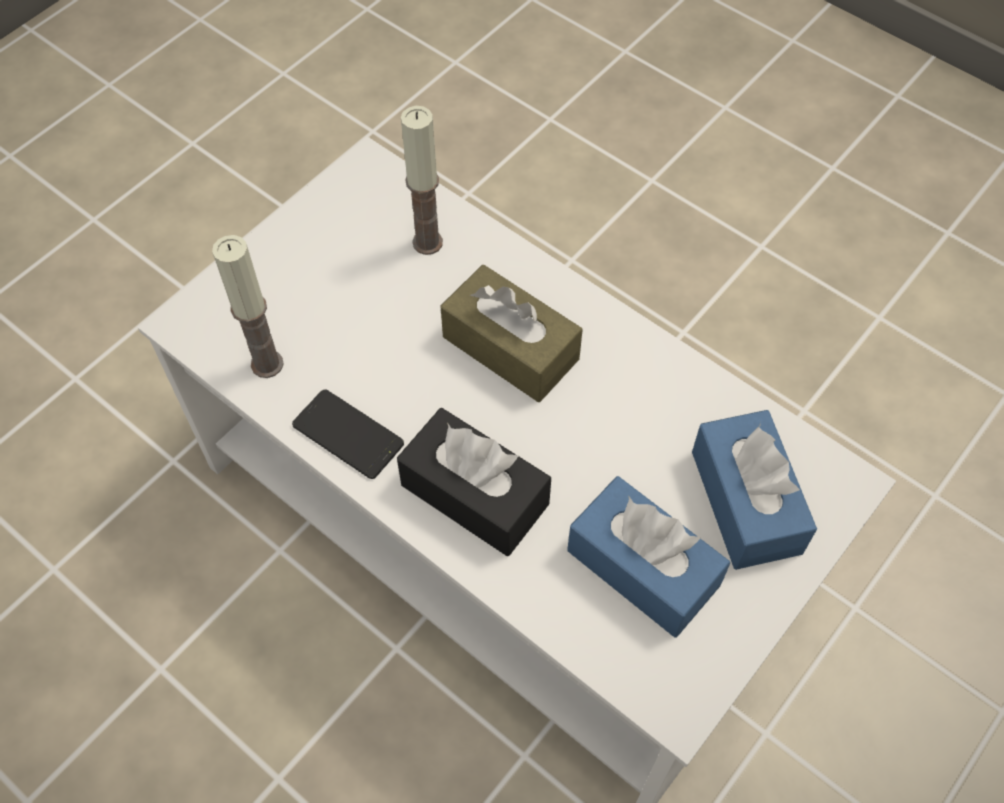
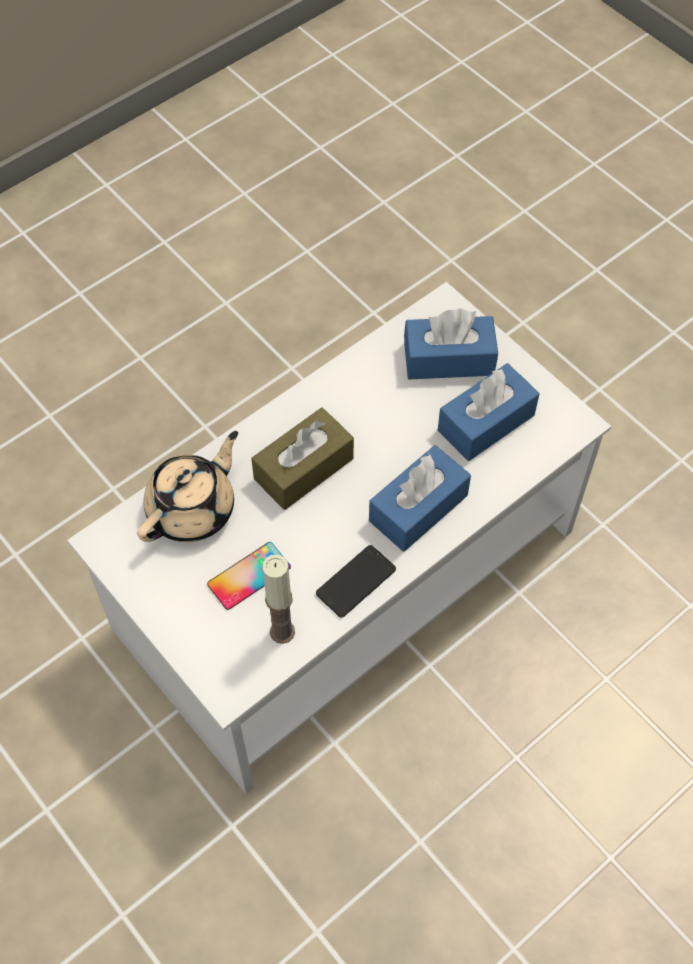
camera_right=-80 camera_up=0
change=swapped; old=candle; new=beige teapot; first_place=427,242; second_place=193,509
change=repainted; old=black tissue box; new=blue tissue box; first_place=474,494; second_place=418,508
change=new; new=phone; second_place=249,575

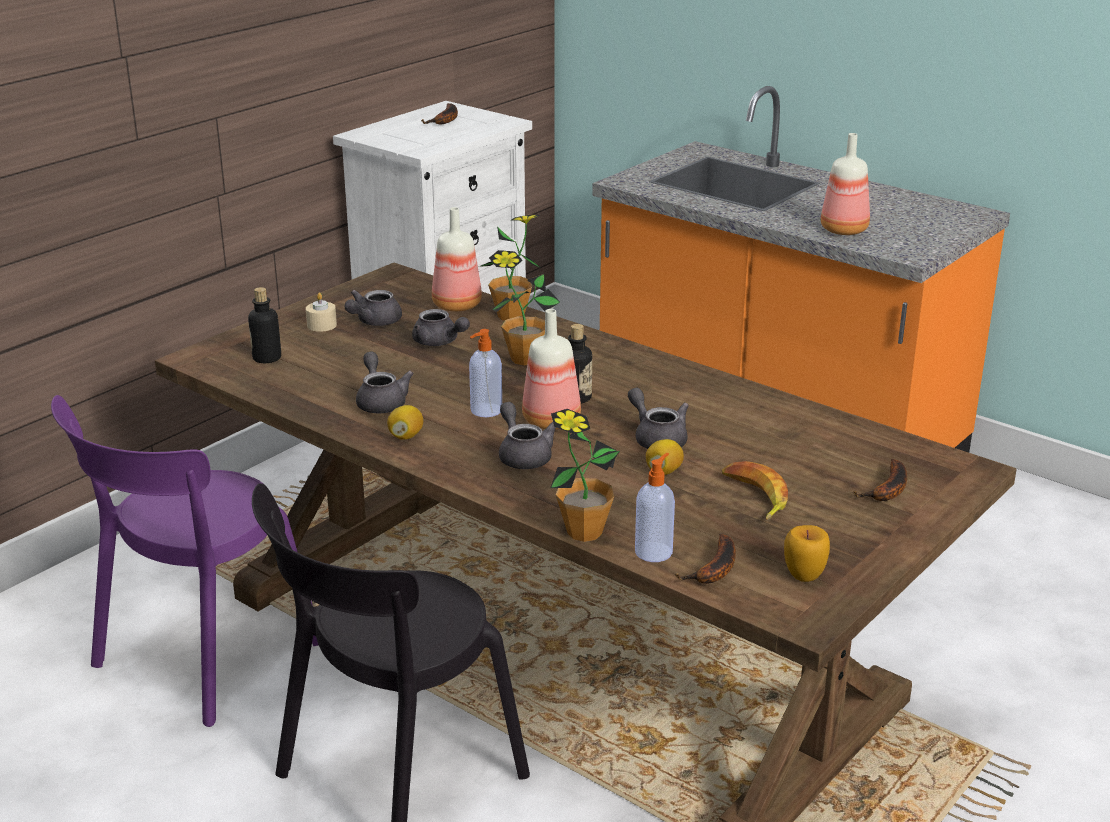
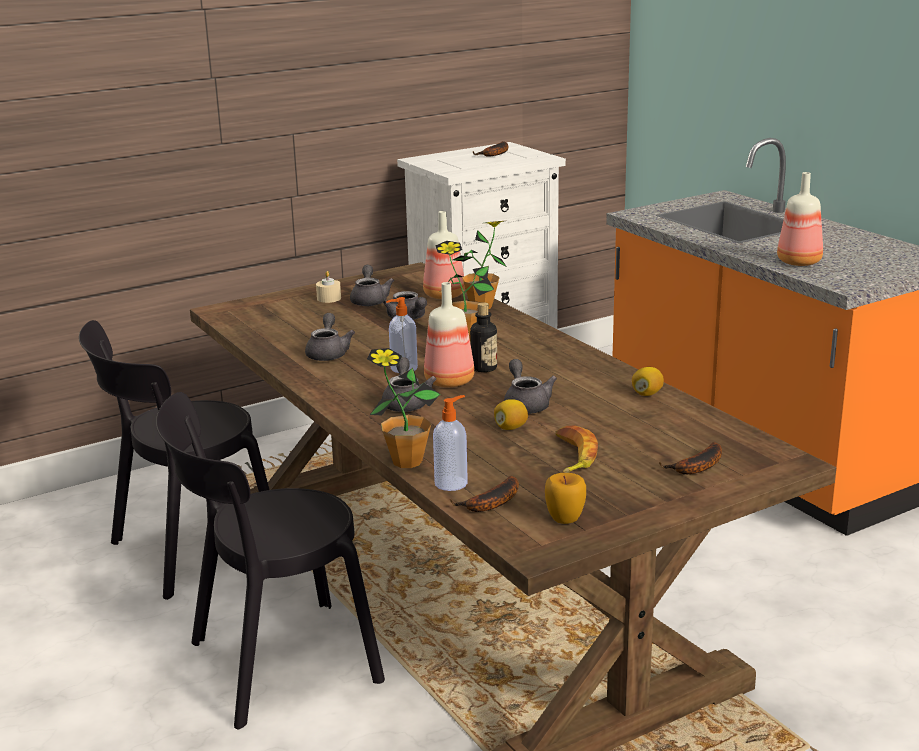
camera_right=20 camera_up=-5
change=gone; old=bottle; first_place=267,358
change=rotated; old=grey teapot; first_place=373,322; second_place=370,300; degrees=120
change=repainted; old=purple chair; new=black chair; first_place=200,659; second_place=189,551
change=shifted; old=lemon; first_place=406,436; second_place=647,394

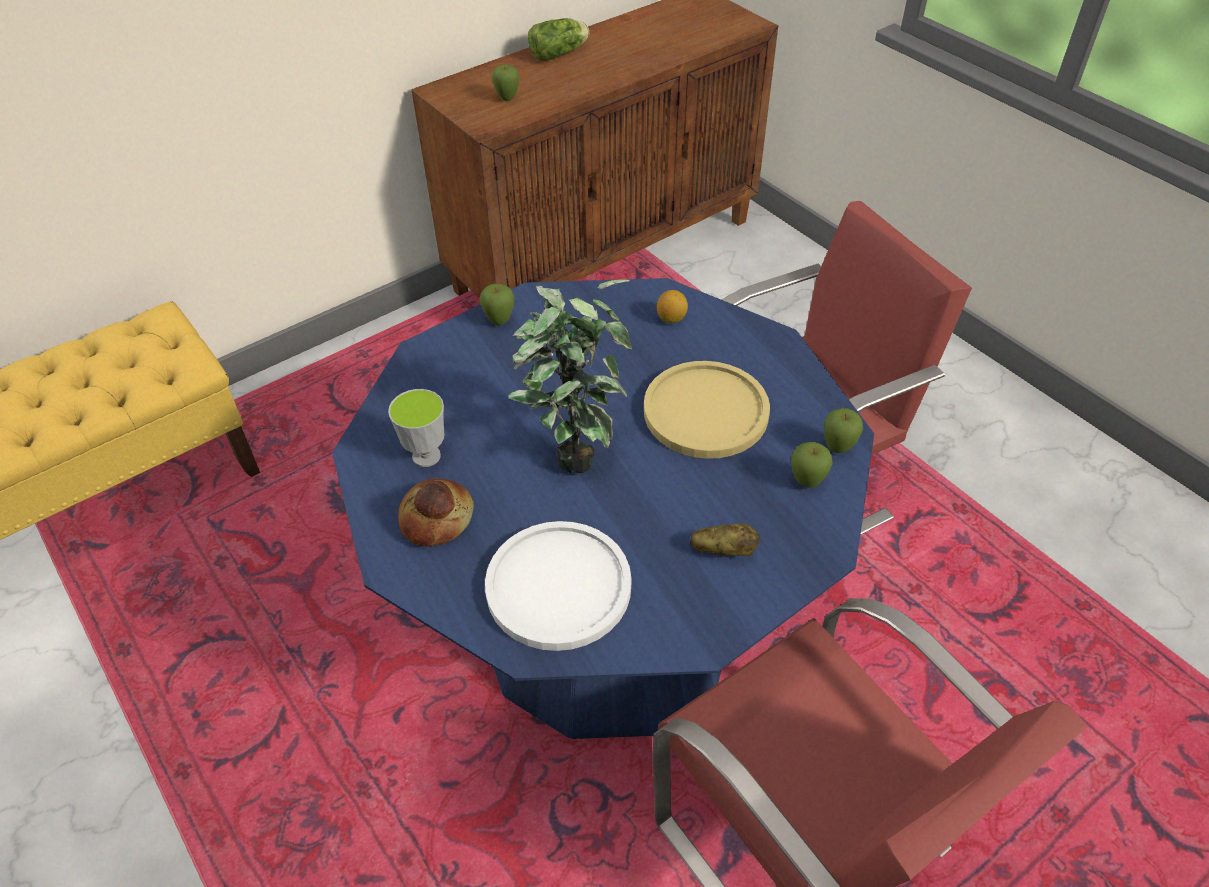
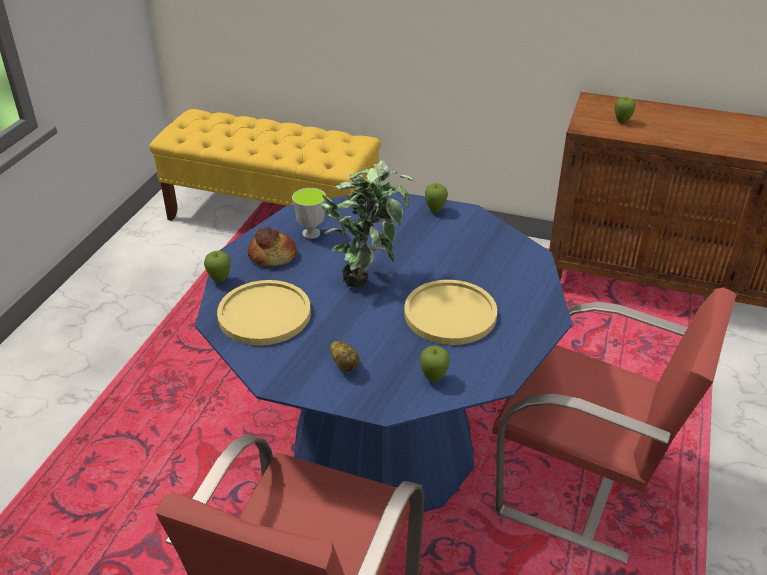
camera_right=55 camera_up=-10
change=gone; old=lettuce; first_place=560,53
change=gone; old=lemon; first_place=671,318
change=shifted; old=apple; first_place=837,449; second_place=220,280
change=repainted; old=white plate; new=yellow plate; first_place=558,586; second_place=264,314

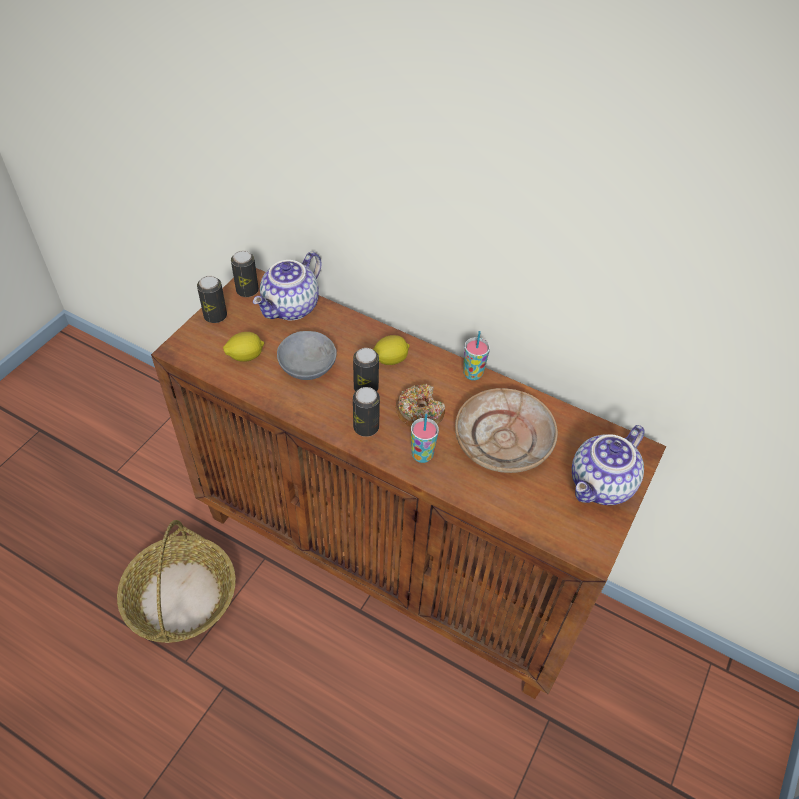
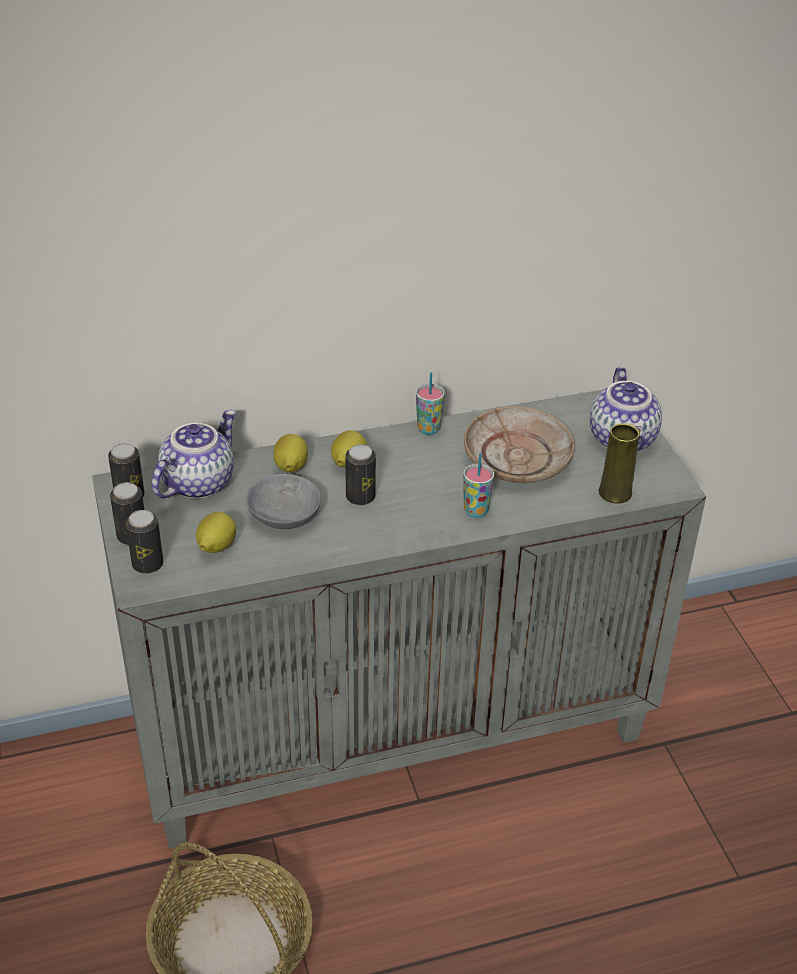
camera_right=-45 camera_up=-10
change=rotated; old=teapot; first_place=291,308; second_place=197,482; degrees=-135
change=repainted; old=brown cabinet; new=grey cabinet; first_place=394,558; second_place=394,732
change=gone; old=donut; first_place=419,412
change=shifted; old=can; first_place=366,427; second_place=147,564
change=new; new=yellow vase; second_place=615,493
change=new; new=lemon; second_place=290,467

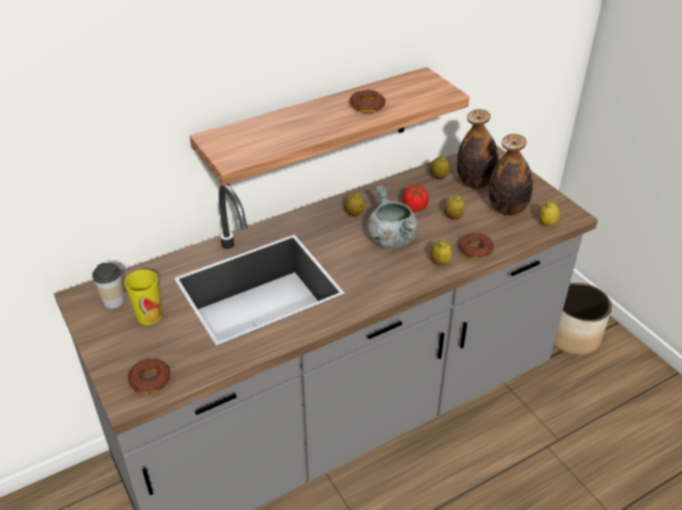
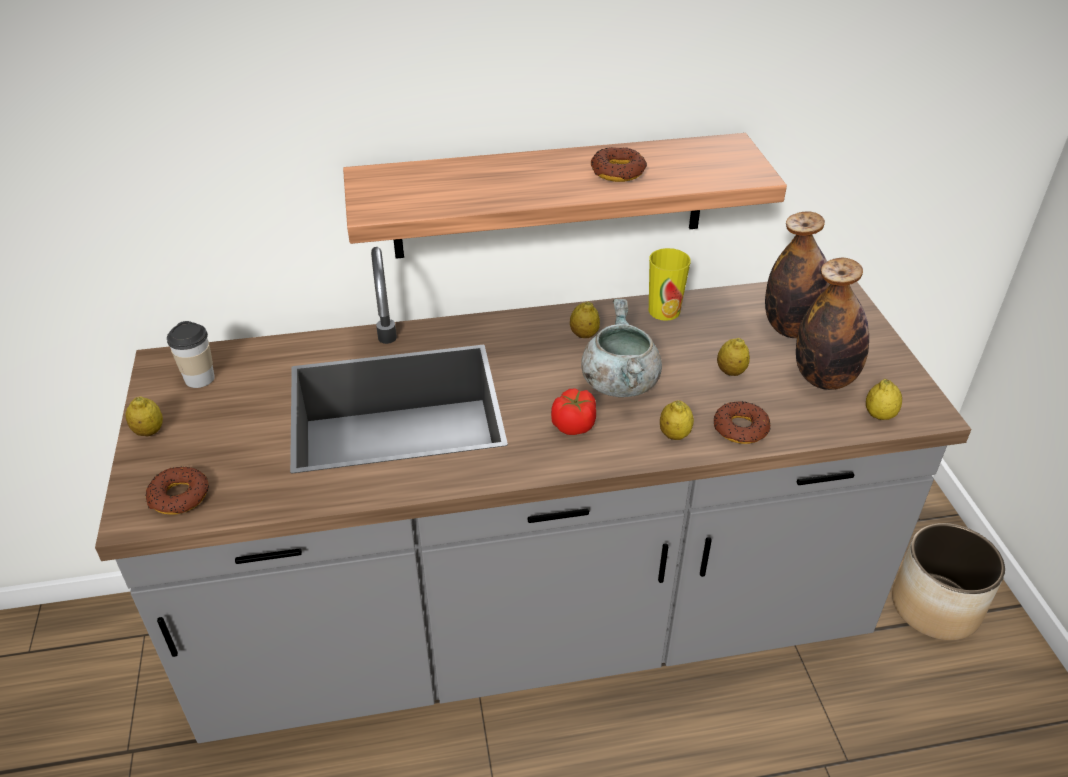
camera_right=20 camera_up=0
change=shifted; old=lemon; first_place=438,177; second_place=149,431
change=shifted; old=tomato; first_place=414,206; second_place=574,425
change=shifted; old=cup; first_place=149,316; second_place=664,311

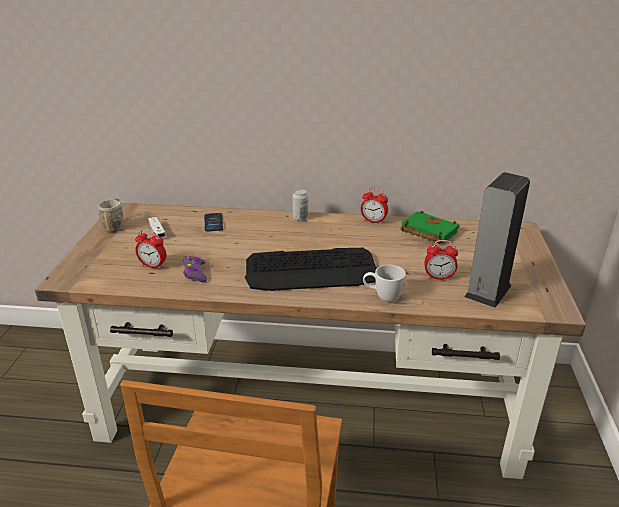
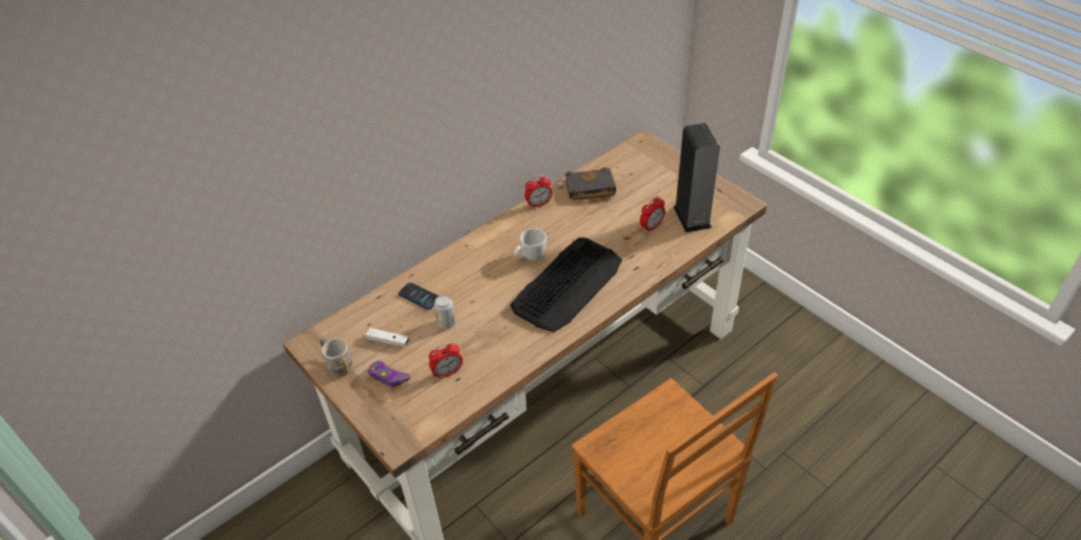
camera_right=-45 camera_up=15
change=shifted; old=can; first_place=300,218; second_place=446,323
change=repainted; old=green book; new=black book; first_place=427,232; second_place=589,189
change=shifted; old=purple game controller; first_place=195,273; second_place=388,377
change=shifted; old=white mug; first_place=382,297; second_place=530,258

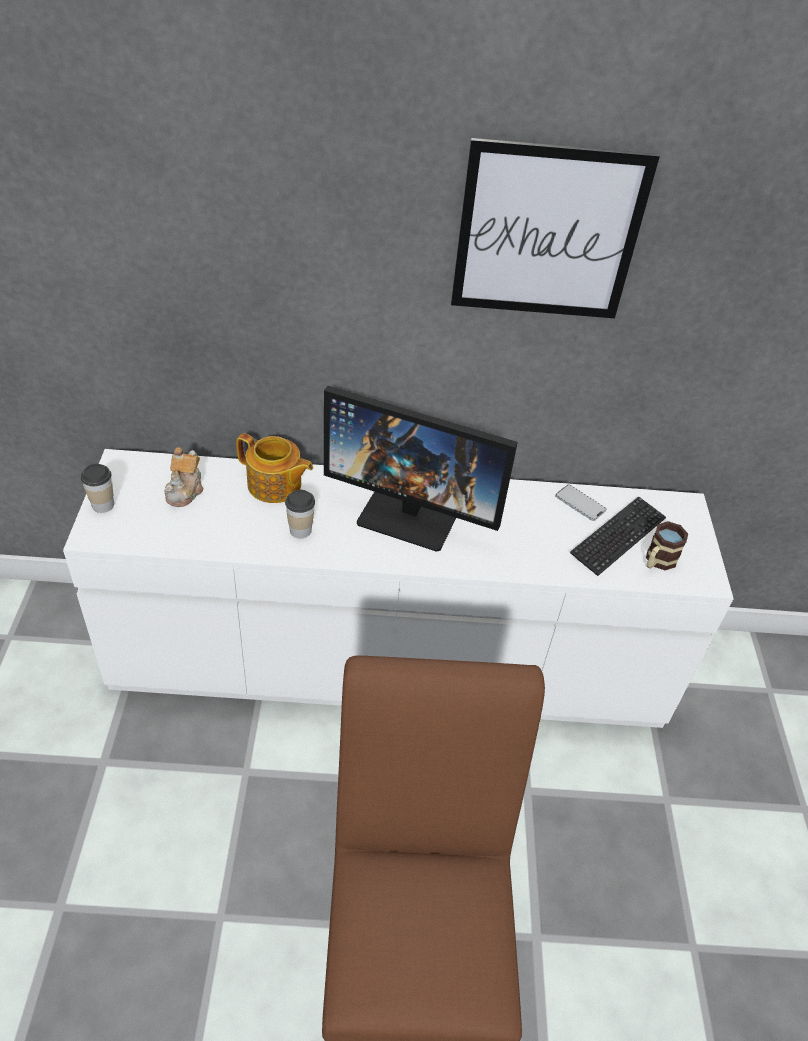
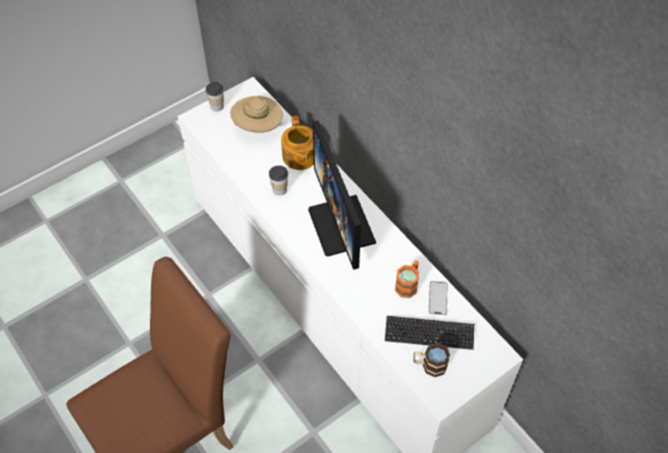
camera_right=55 camera_up=10
change=gone; old=picture; first_place=547,233
change=swapped; old=teapot; new=beige hat; first_place=185,491; second_place=258,127
change=new; new=orange mug; second_place=408,284

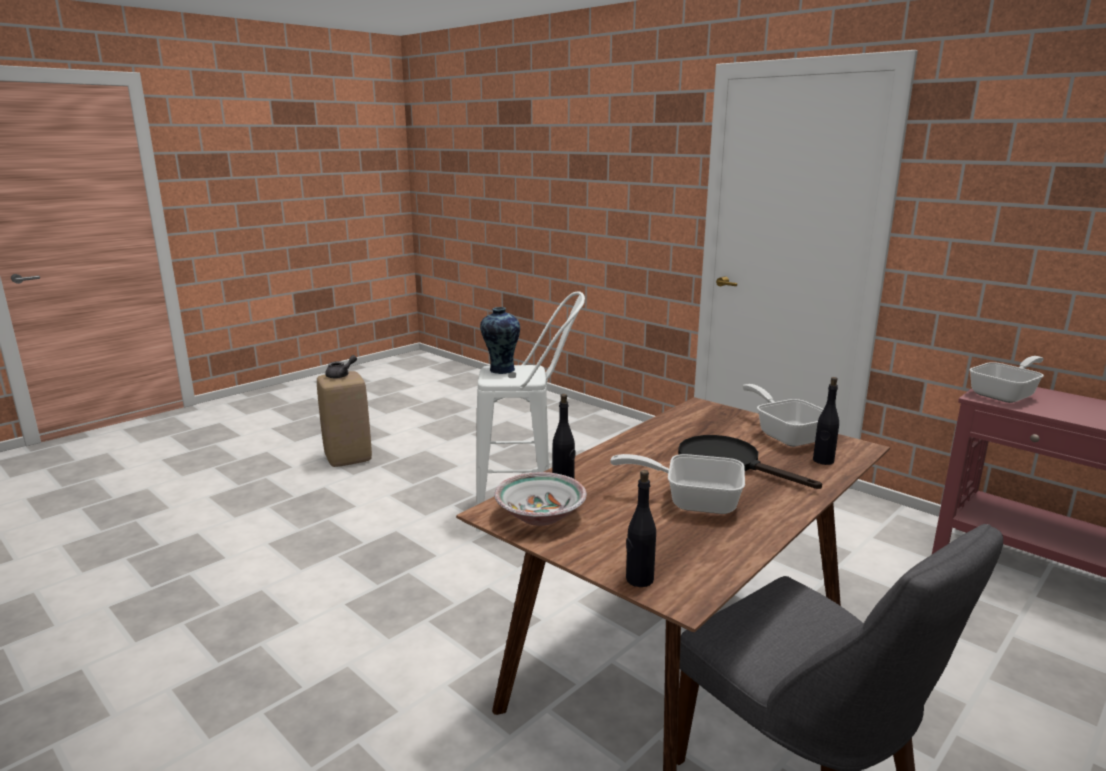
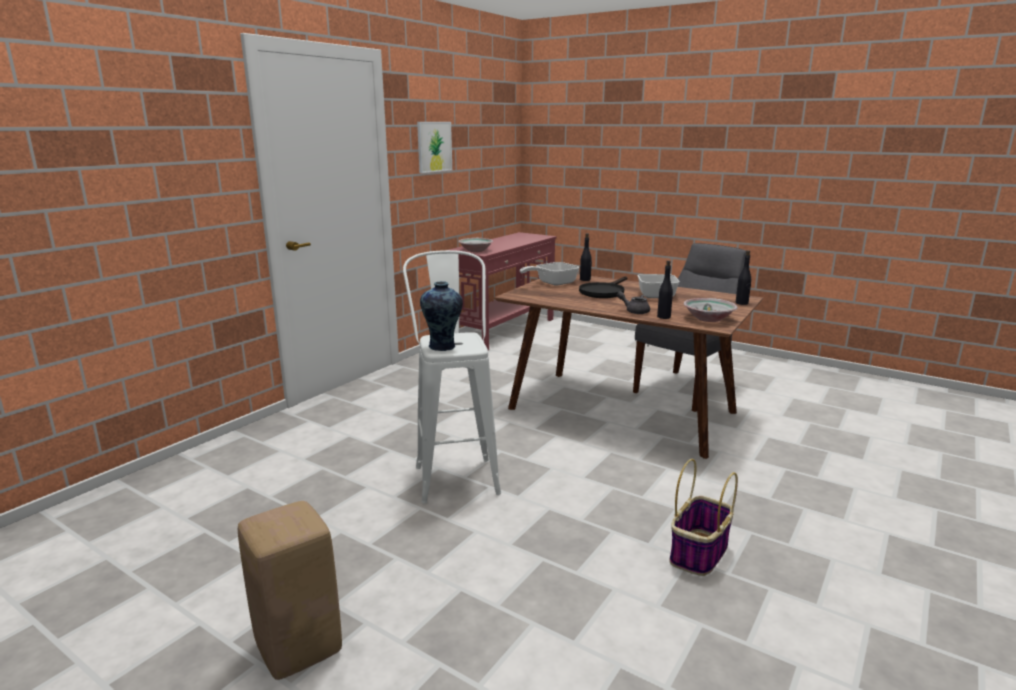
camera_right=-100 camera_up=0
change=shifted; old=grey teapot; first_place=341,375; second_place=634,311
change=swapped; old=frying pan; new=bowl; first_place=1006,394; second_place=475,250
change=new; new=picture; second_place=434,147
change=new; new=basket; second_place=699,554

